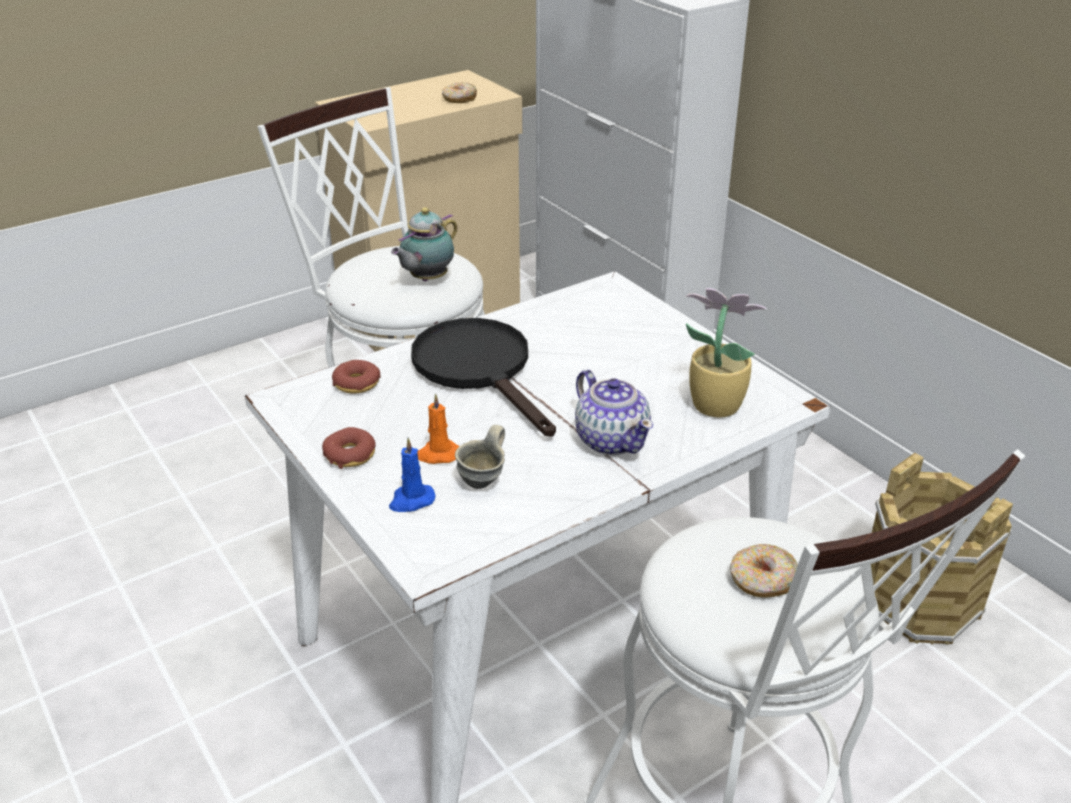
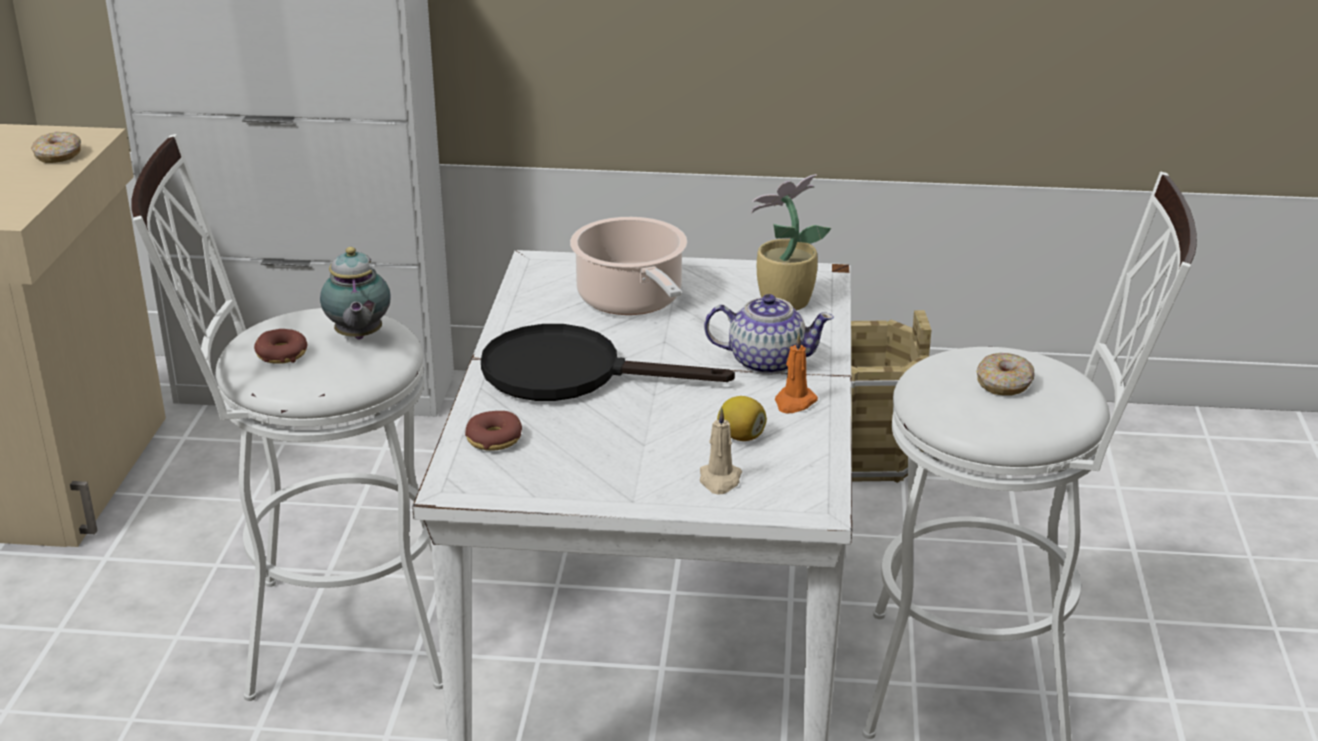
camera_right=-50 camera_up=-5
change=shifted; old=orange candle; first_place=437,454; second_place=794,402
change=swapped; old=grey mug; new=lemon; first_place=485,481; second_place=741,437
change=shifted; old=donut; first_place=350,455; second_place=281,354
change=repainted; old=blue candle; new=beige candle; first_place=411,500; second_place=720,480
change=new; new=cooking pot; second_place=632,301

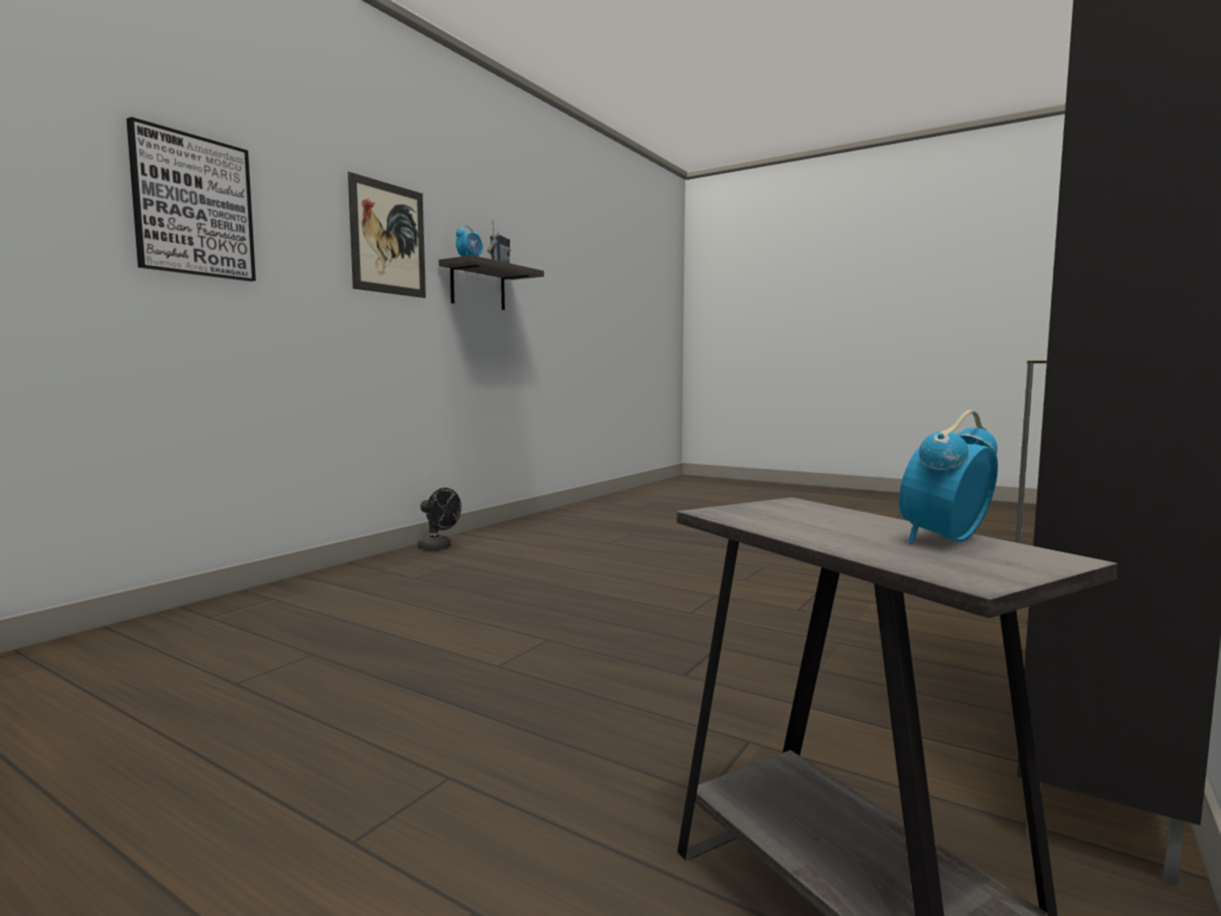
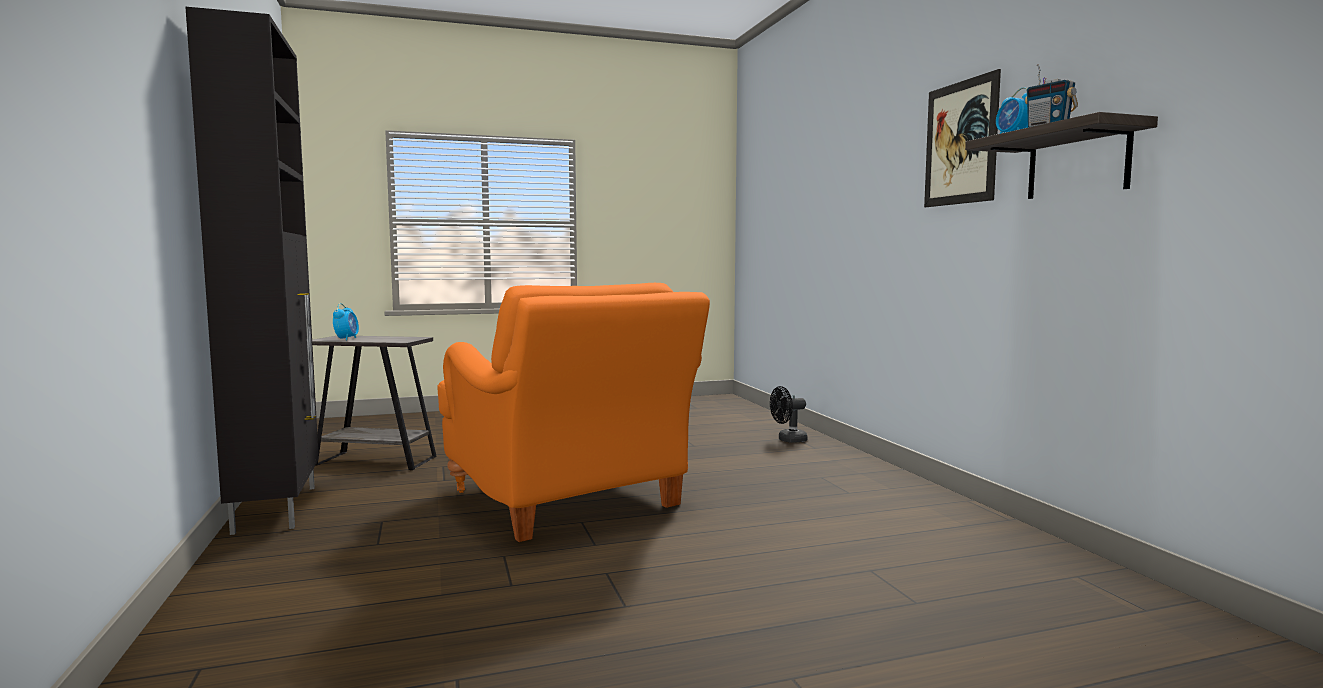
camera_right=130 camera_up=0
change=gone; old=picture; first_place=193,206
change=shifted; old=black fan; first_place=438,548; second_place=788,440
change=new; new=orange armchair; second_place=568,502

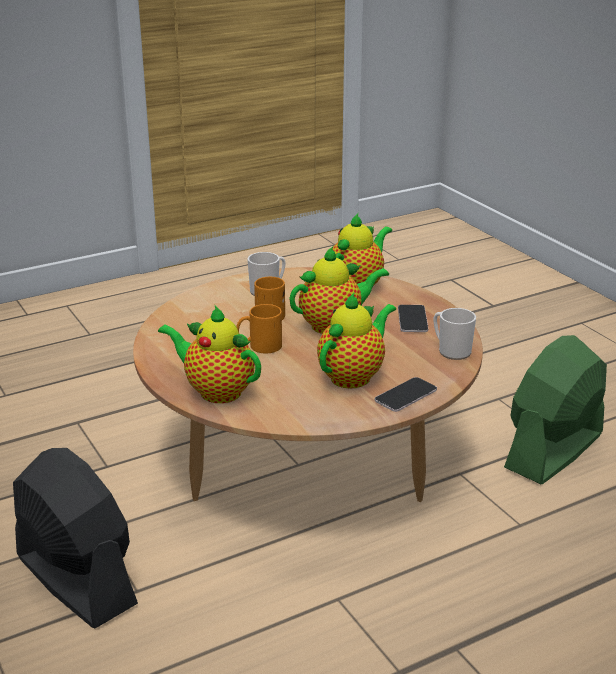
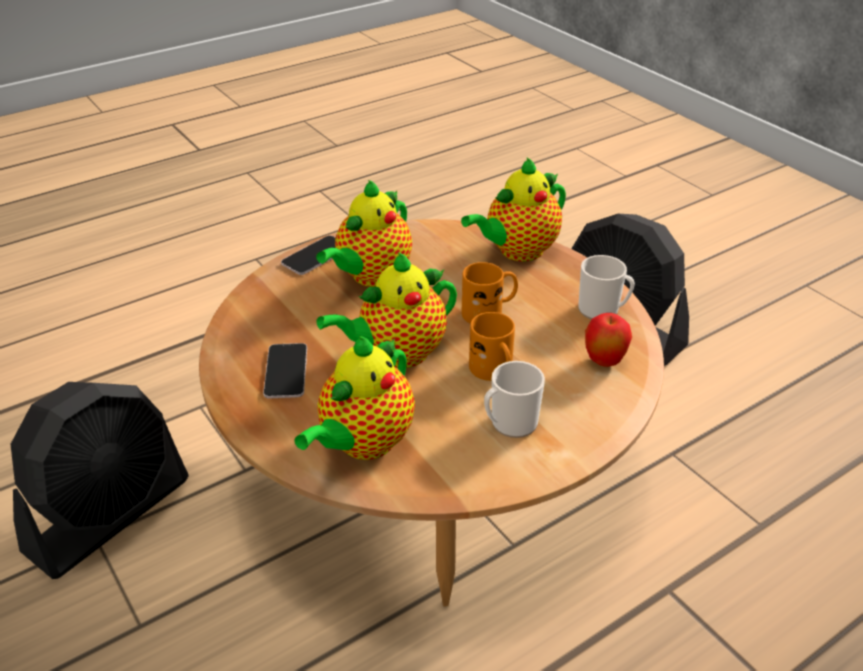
camera_right=175 camera_up=10
change=rotated; old=teapot; first_place=216,391; second_place=517,251; degrees=120
change=shifted; old=mug; first_place=451,351; second_place=602,310
change=repainted; old=green fan; new=black fan; first_place=553,451; second_place=109,514
change=new; new=apple; second_place=604,362

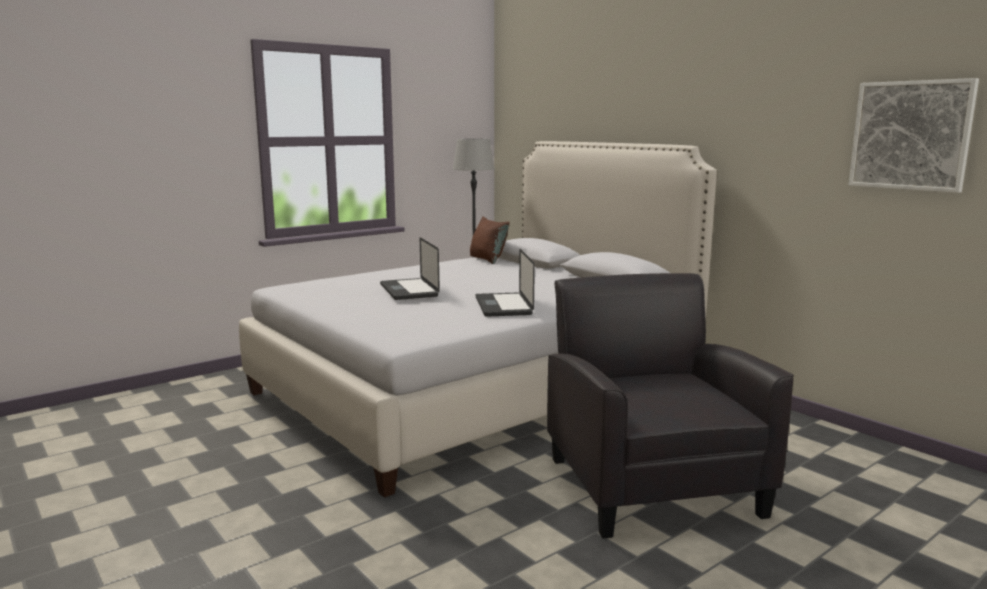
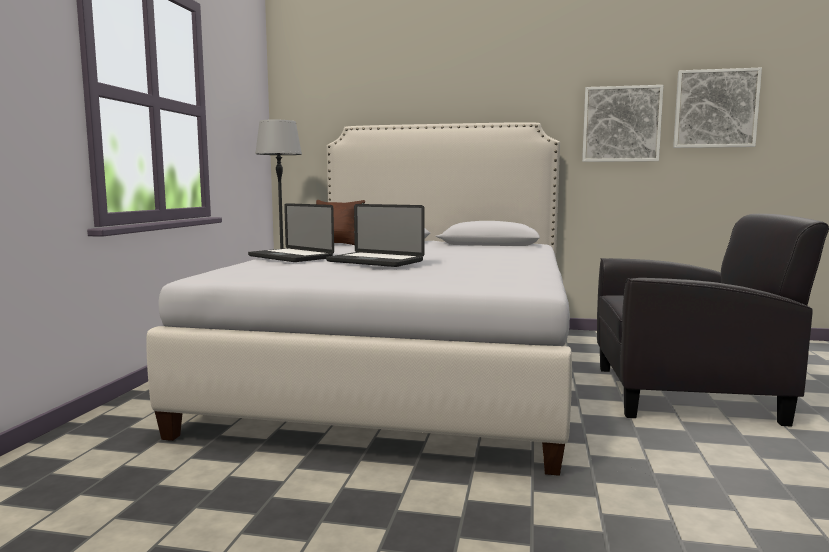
camera_right=-40 camera_up=-5
change=shifted; old=laptop; first_place=503,306; second_place=290,257
change=rotated; old=black armchair; first_place=652,484; second_place=686,394; degrees=150
change=new; new=picture; second_place=621,124

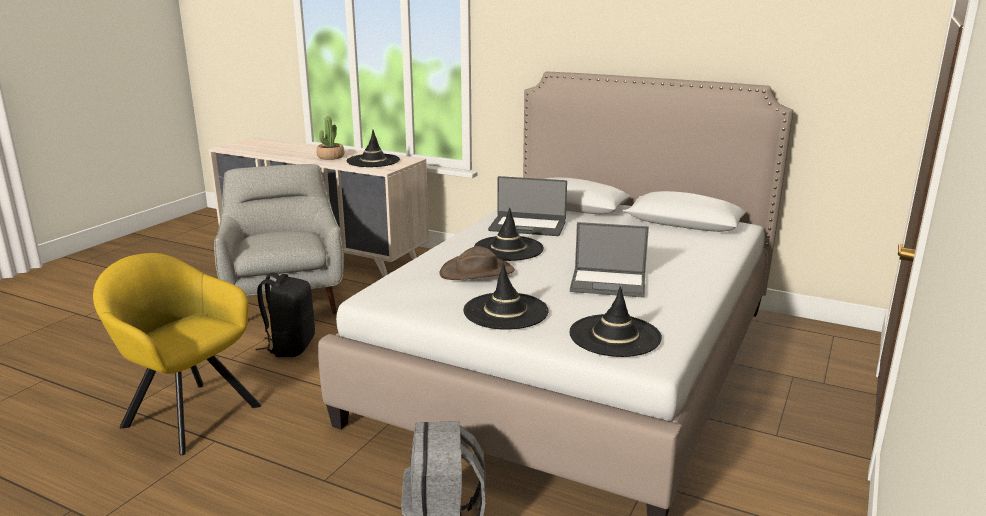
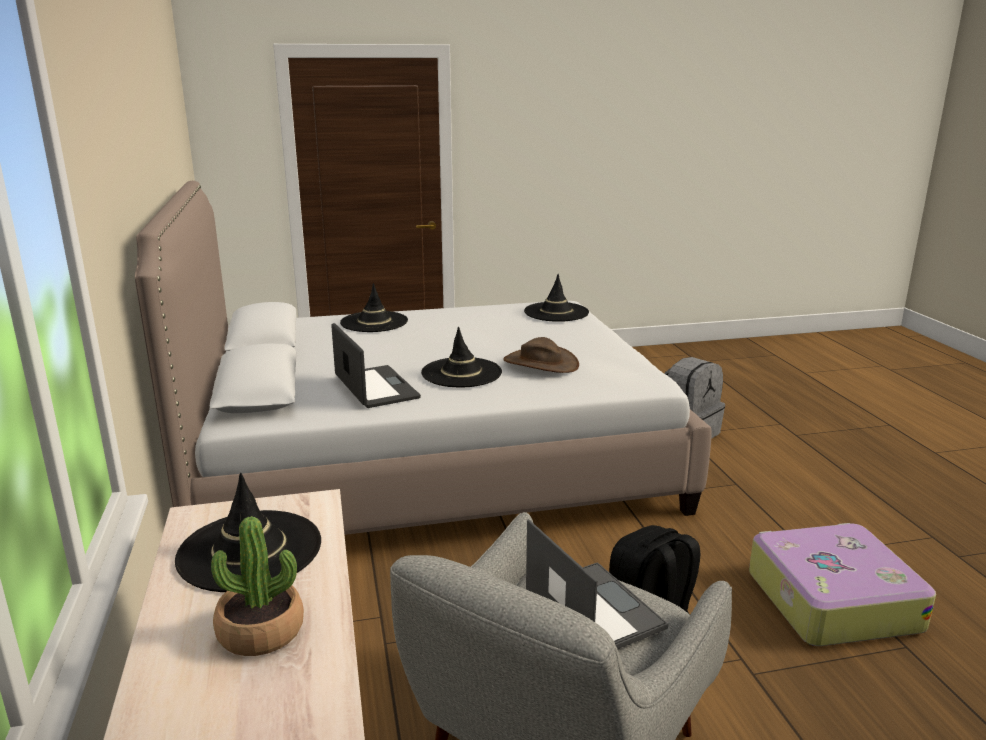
camera_right=-130 camera_up=0
change=shifted; old=laptop; first_place=609,283; second_place=592,609
change=swapped; old=yellow armchair; new=suitcase; first_place=187,413; second_place=830,600
change=shifted; old=black hat; first_place=505,311; second_place=374,322

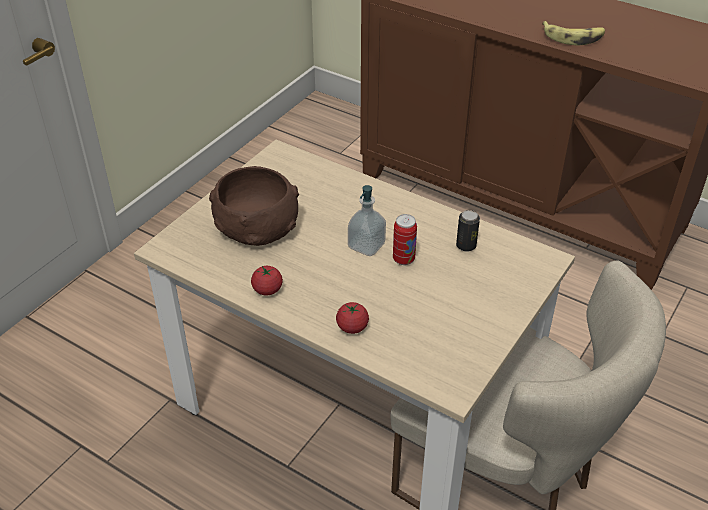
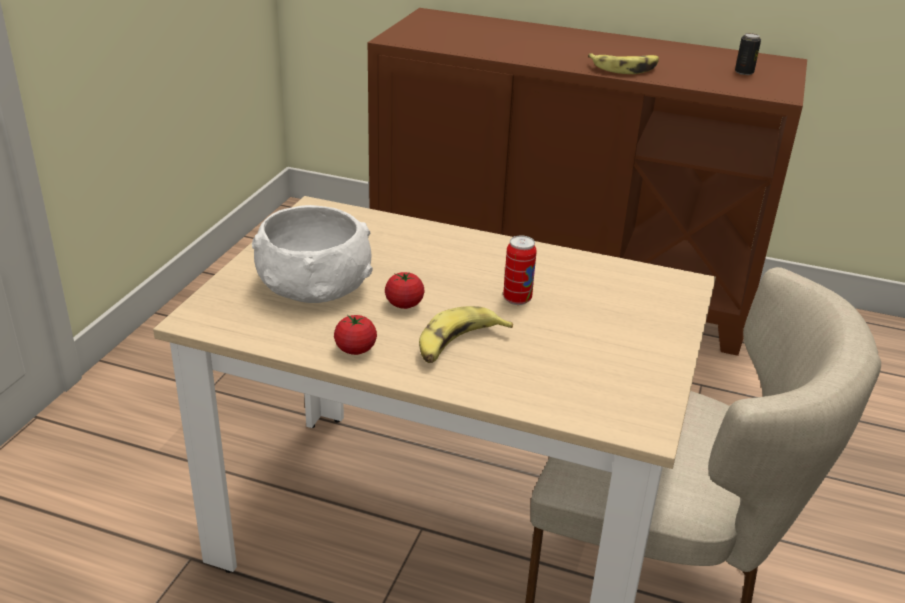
camera_right=-15 camera_up=-10
change=repainted; old=brown bowl; new=white bowl; first_place=257,225; second_place=315,282
change=gone; old=soap dispenser; first_place=366,246
change=shifted; old=can; first_place=466,245; second_place=744,72
change=shifted; old=tomato; first_place=352,327; second_place=404,304
change=new; new=banana; second_place=458,344

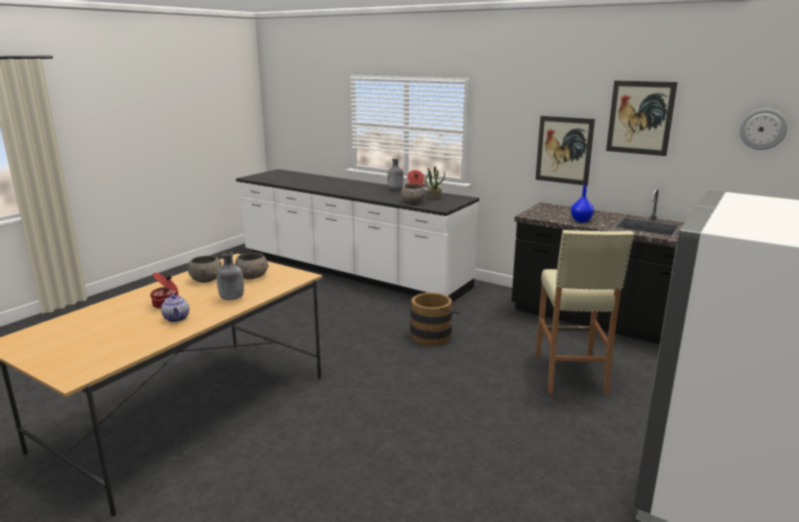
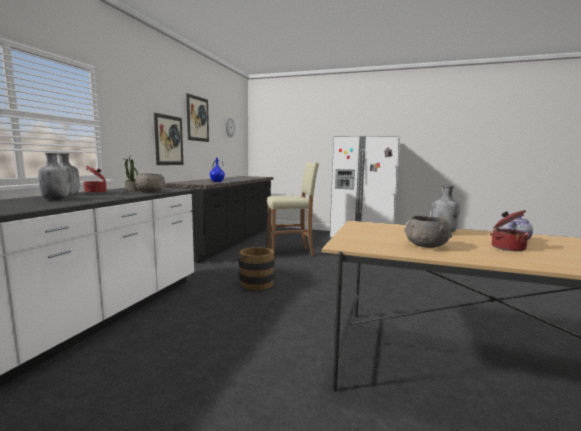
camera_right=-105 camera_up=-10
change=gone; old=grey bowl; first_place=252,276
change=new; new=grey bottle; second_place=56,199

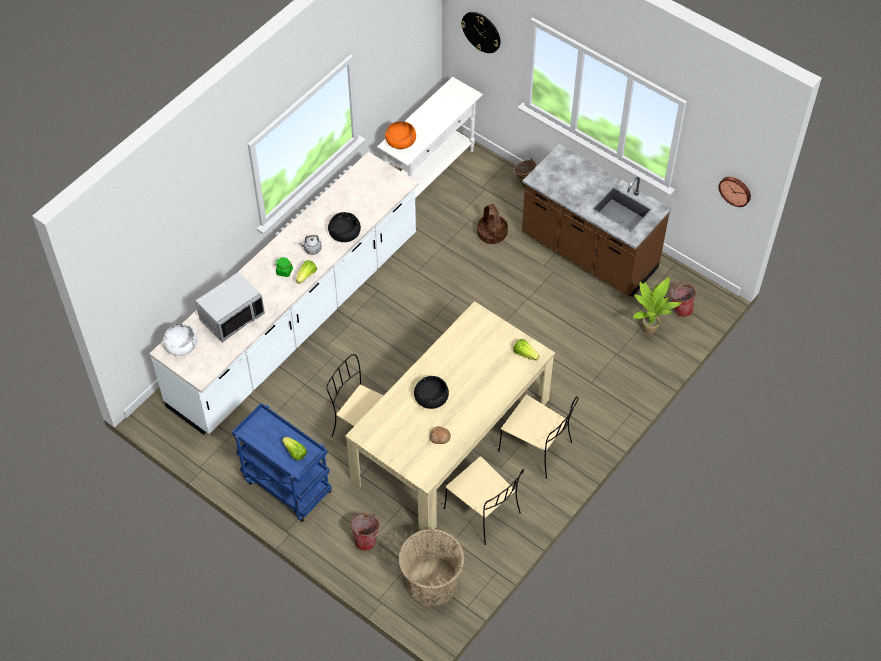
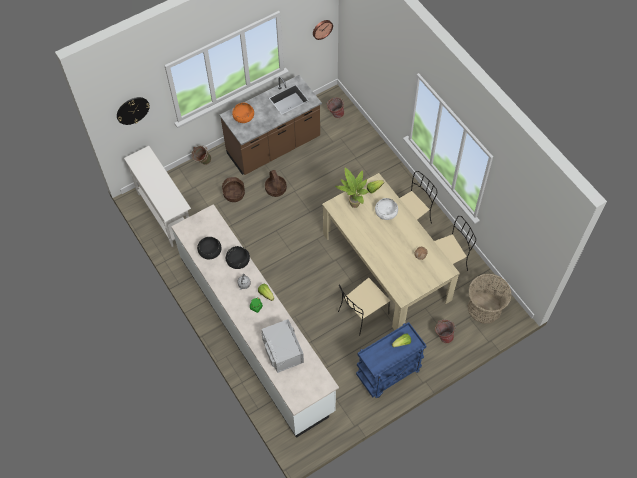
camera_right=-70 camera_up=5
change=shifted; old=orange bowl; first_place=400,141; second_place=243,116
change=shifted; old=potted plant; first_place=648,328; second_place=353,205
change=shifted; old=white bowl; first_place=181,345; second_place=386,212
change=shifted; old=black bowl; first_place=431,397; second_place=210,251
change=new; new=basket; second_place=276,189

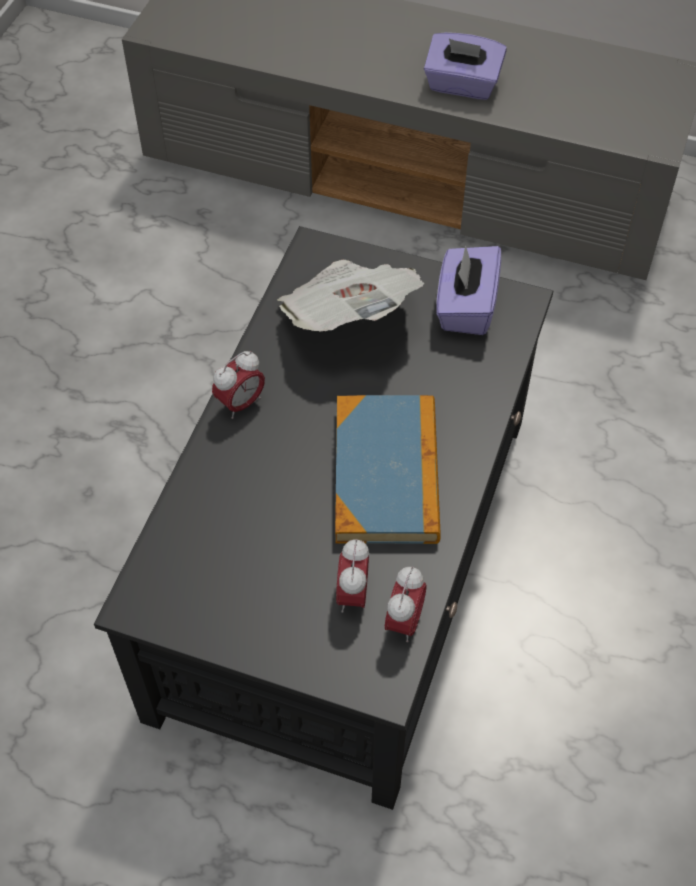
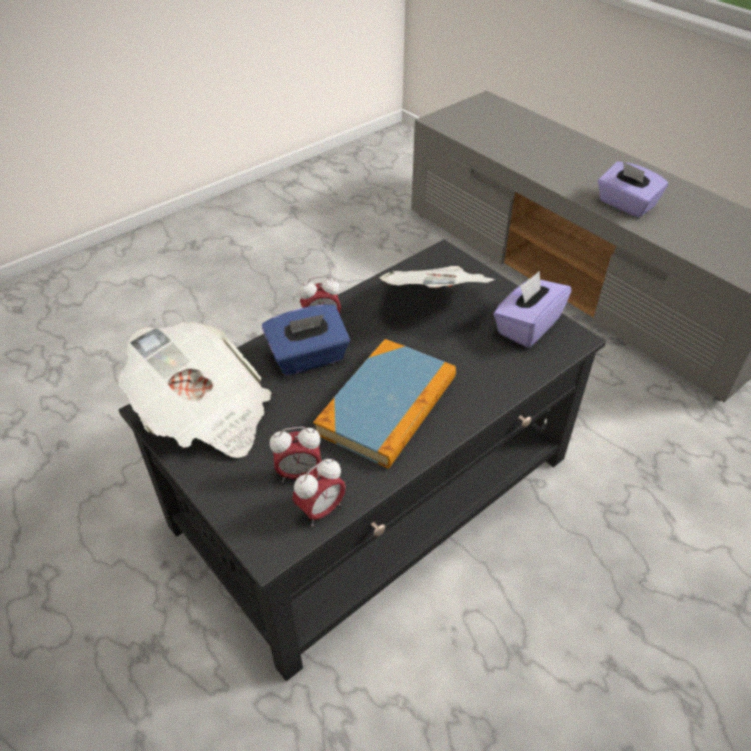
camera_right=30 camera_up=-10
change=rotated; old=alarm clock; first_place=353,594; second_place=299,473; degrees=-135
change=new; new=blue tissue box; second_place=308,358
change=new; new=newspaper; second_place=205,415

